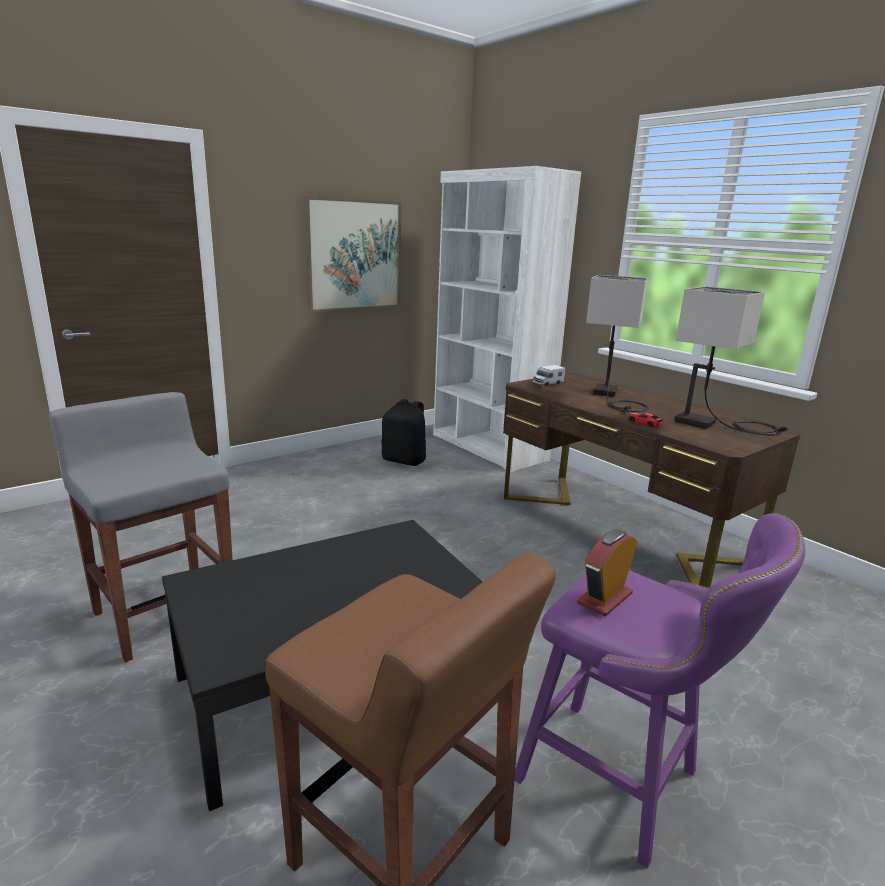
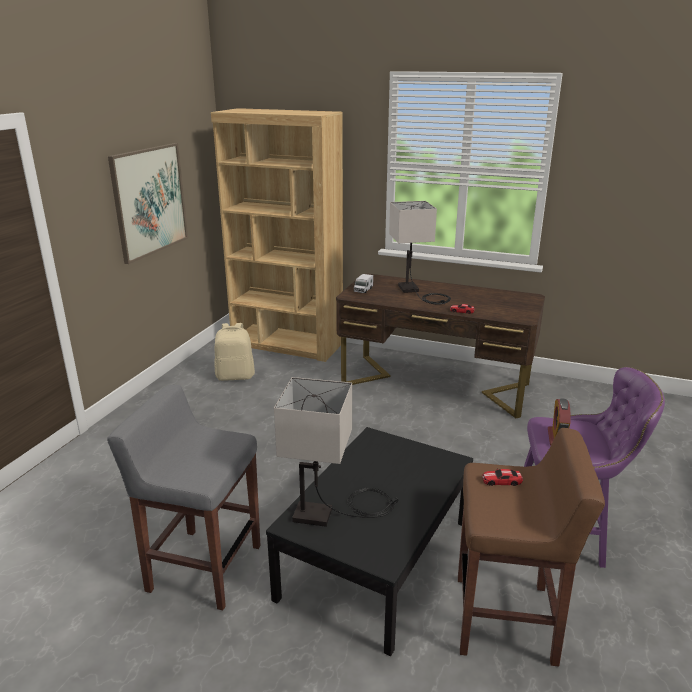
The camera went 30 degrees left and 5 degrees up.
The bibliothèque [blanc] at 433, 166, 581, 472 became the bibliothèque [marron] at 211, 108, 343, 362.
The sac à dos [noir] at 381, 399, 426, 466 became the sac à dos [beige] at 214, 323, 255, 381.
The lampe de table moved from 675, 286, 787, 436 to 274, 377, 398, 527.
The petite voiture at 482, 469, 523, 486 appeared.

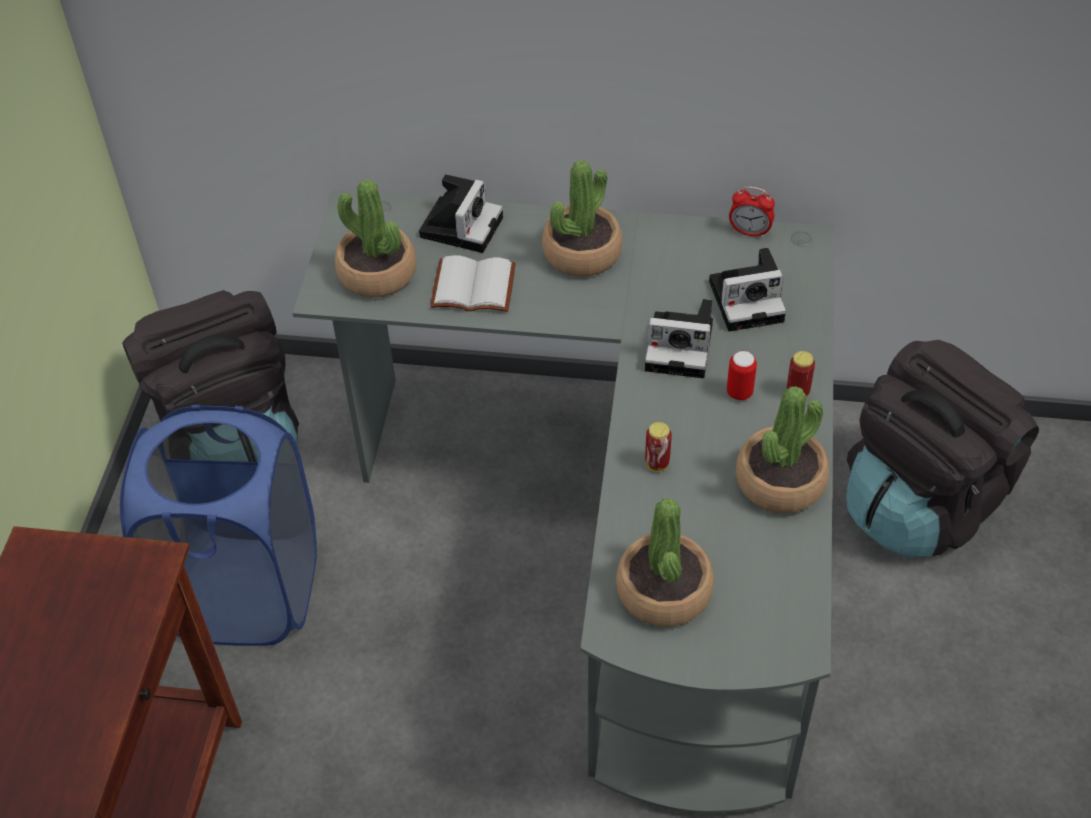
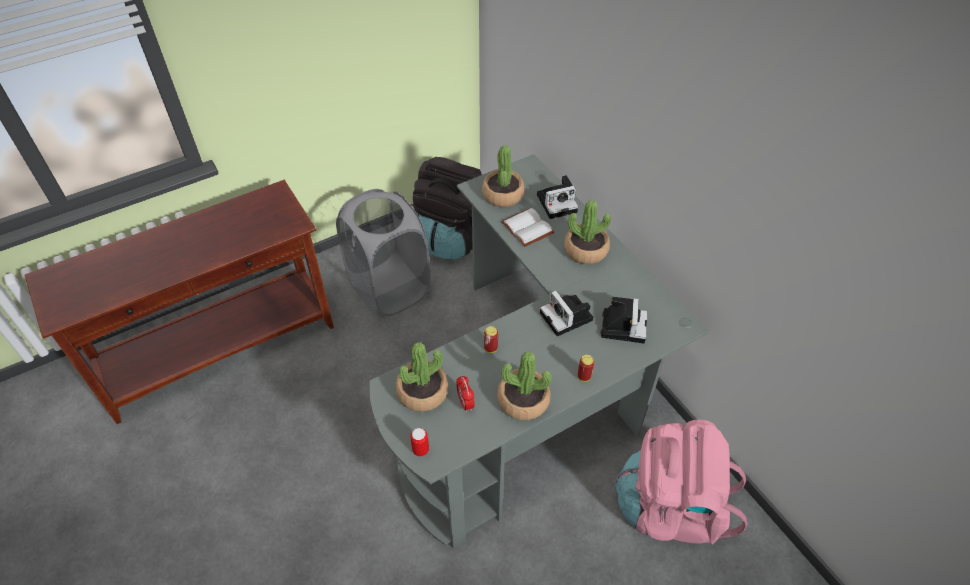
The camera went 50 degrees right and 0 degrees up.
The panier à linge [bleu] at 120, 405, 317, 646 became the panier à linge [gris] at 336, 189, 430, 316.
The boîte métallique moved from 727, 351, 757, 400 to 410, 428, 429, 456.
The réveil moved from 729, 186, 775, 238 to 456, 376, 475, 412.
The appareil photo at 709, 248, 786, 332 turned 120 degrees counterclockwise.
The sac à dos [noir] at 846, 340, 1039, 557 became the sac à dos [rose] at 615, 420, 748, 545.

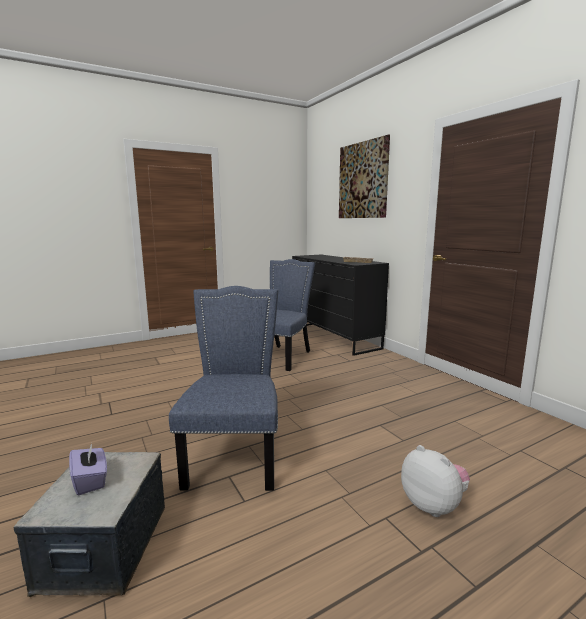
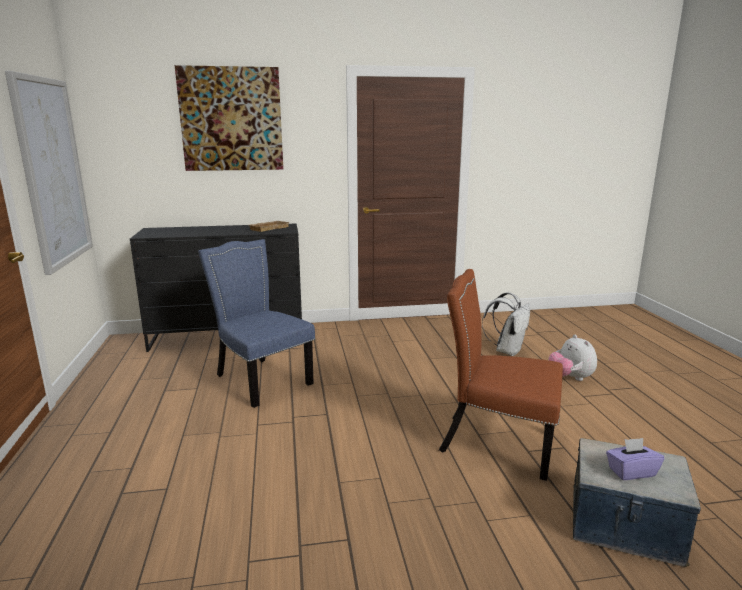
The camera went 70 degrees left and 5 degrees up.
The tableau at 5, 71, 93, 275 appeared.
The chaise [bleu] at 169, 286, 279, 491 became the chaise [marron] at 439, 269, 563, 481.
The sac à dos [blanc] at 482, 292, 530, 356 appeared.
The peluche at 401, 445, 470, 517 turned 90 degrees counterclockwise.

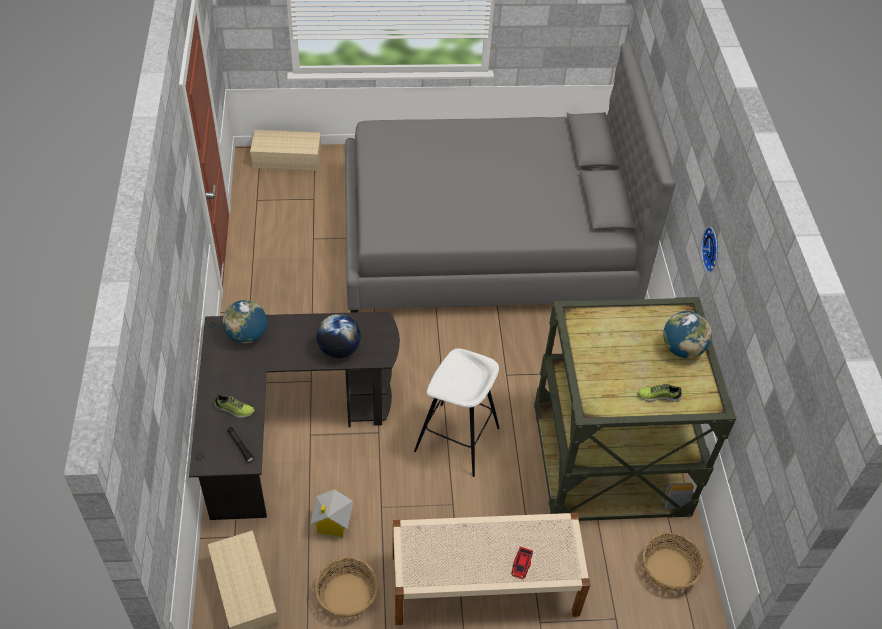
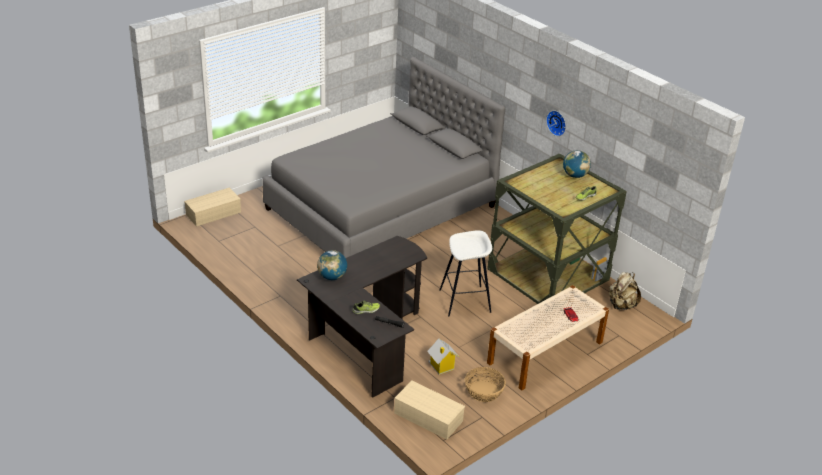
The camera went 35 degrees left and 15 degrees down.
The panier at 643, 533, 704, 591 was replaced by the sac à dos [beige] at 609, 272, 641, 310.
The globe at 316, 314, 361, 358 disappeared.

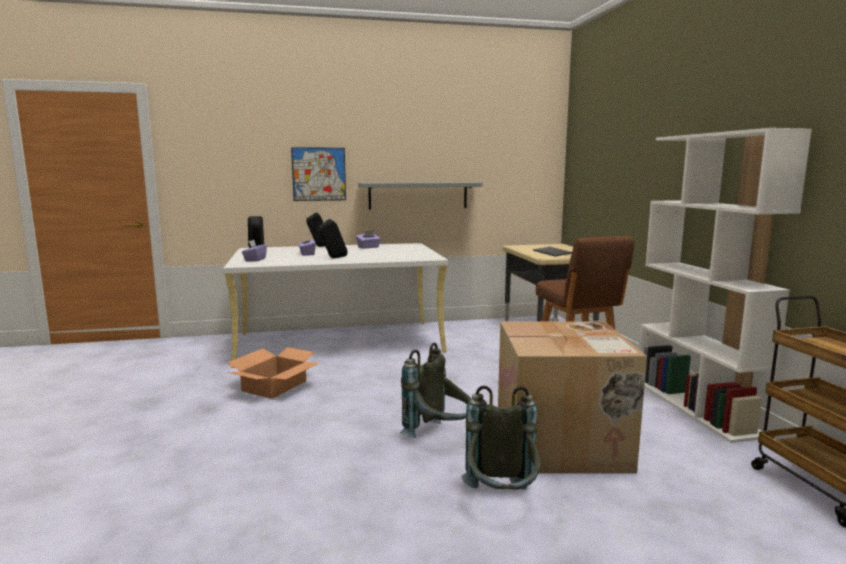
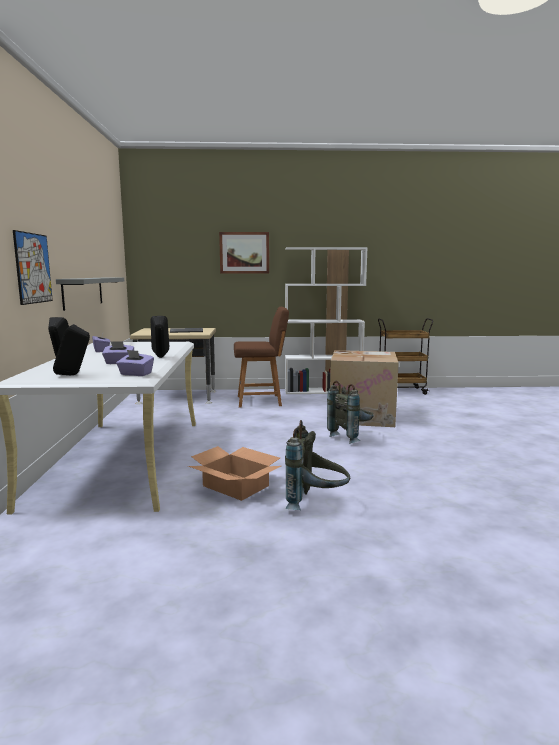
The camera went 80 degrees left and 0 degrees up.
The tableau at 219, 232, 269, 274 appeared.
The sac à dos [gris] moved from 461, 385, 540, 490 to 285, 420, 350, 510.

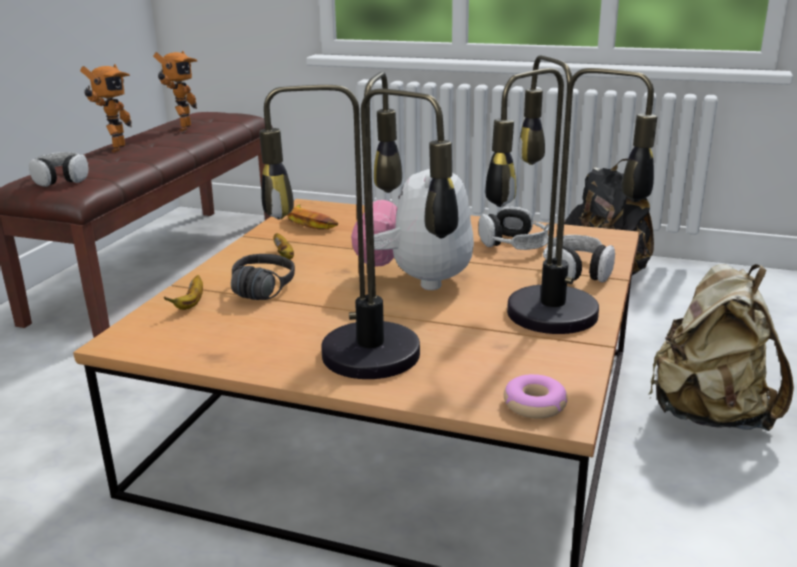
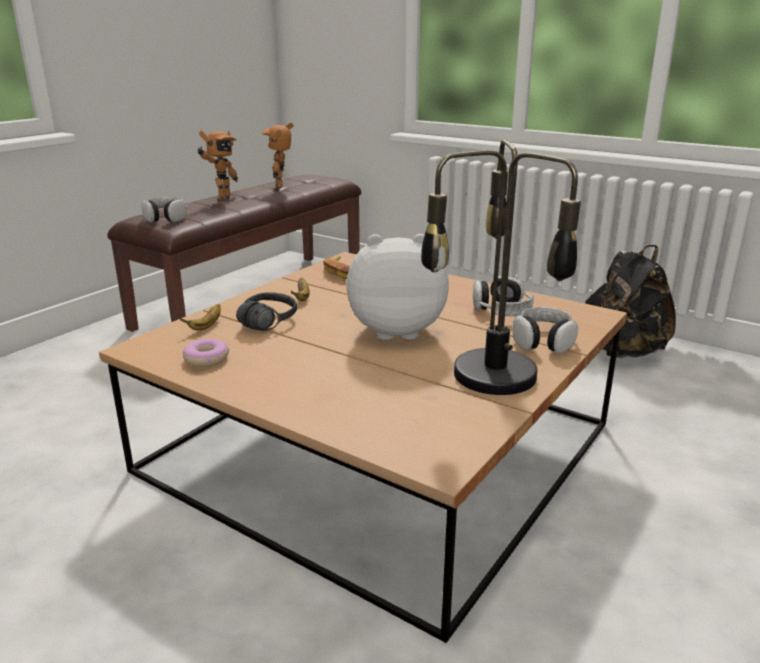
The camera went 15 degrees right and 0 degrees up.
The beignet moved from 504, 374, 568, 419 to 183, 339, 229, 367.
The robot jouet at 153, 51, 197, 131 turned 150 degrees clockwise.
The peluche at 351, 169, 474, 290 turned 60 degrees clockwise.
The lampe de table at 259, 72, 458, 379 disappeared.
The sac à dos [beige] at 648, 264, 794, 431 disappeared.

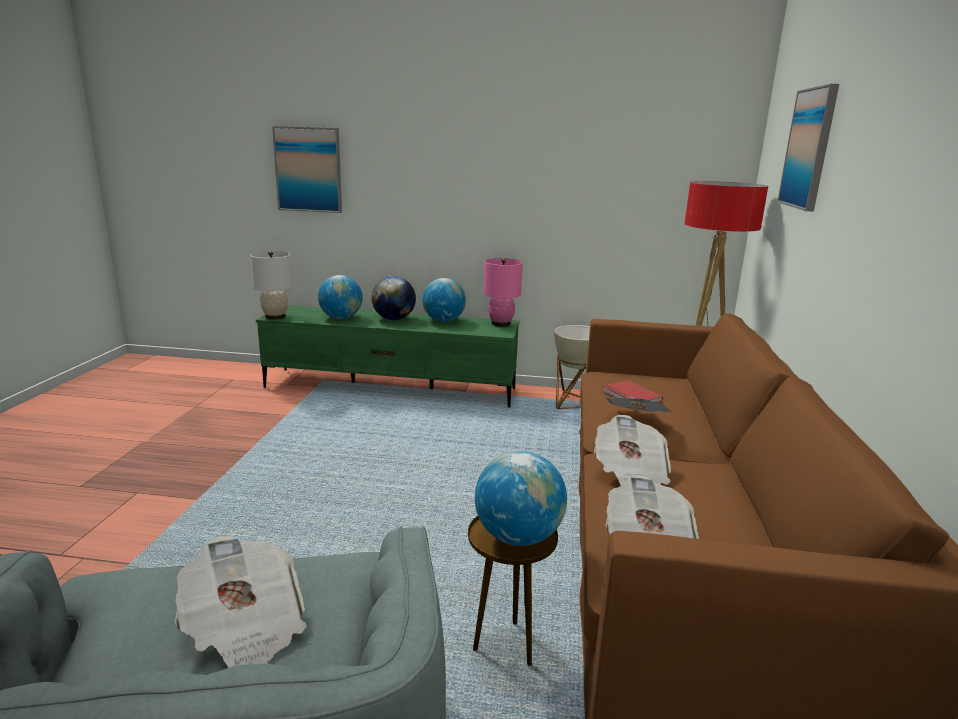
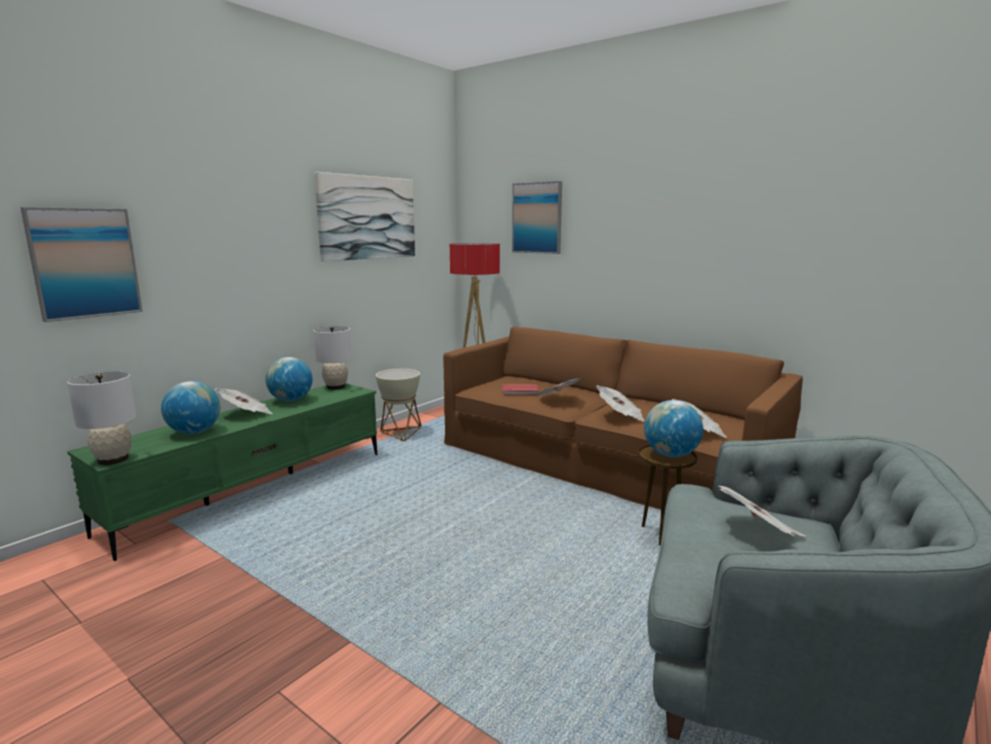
The camera went 60 degrees left and 5 degrees down.
The globe at 372, 276, 416, 320 was replaced by the journal at 215, 388, 273, 414.
The lampe de table [rose] at 484, 258, 523, 326 became the lampe de table [blanc] at 313, 326, 352, 390.
The tableau at 314, 172, 415, 261 appeared.

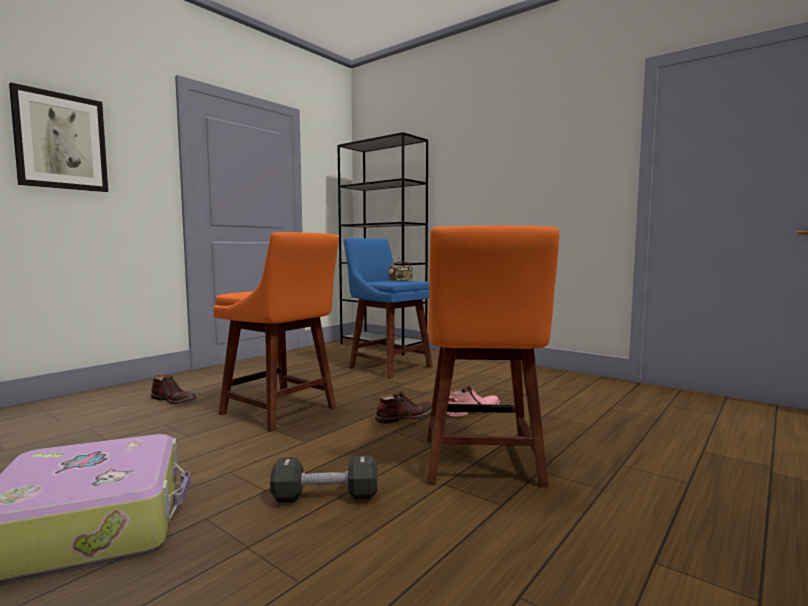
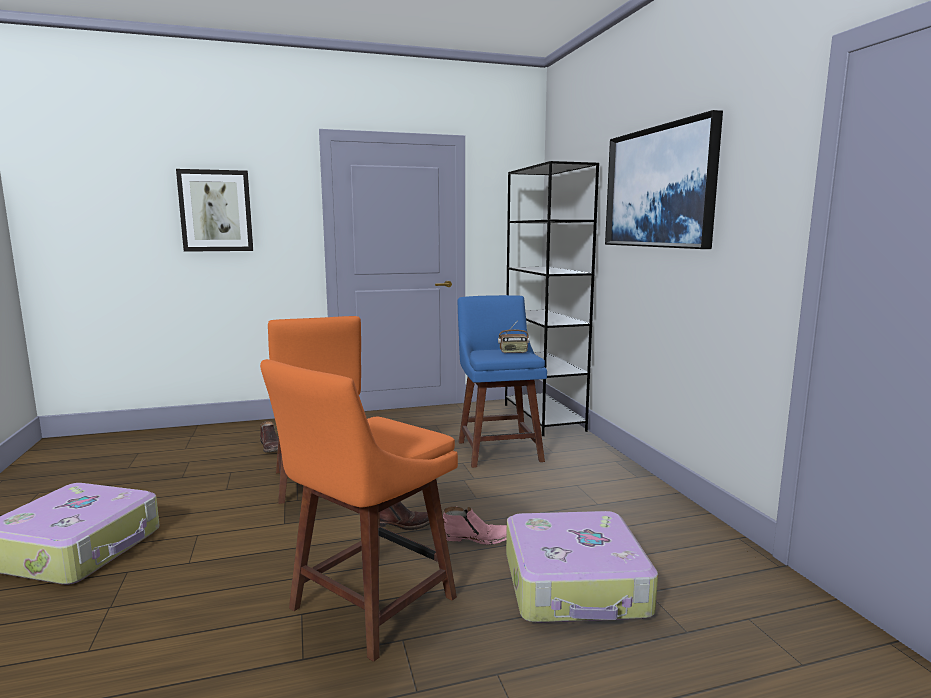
The camera went 35 degrees right and 5 degrees up.
The valise at 506, 511, 658, 623 appeared.
The tableau at 605, 110, 723, 249 appeared.
The haltère [noir] at 270, 455, 377, 503 disappeared.

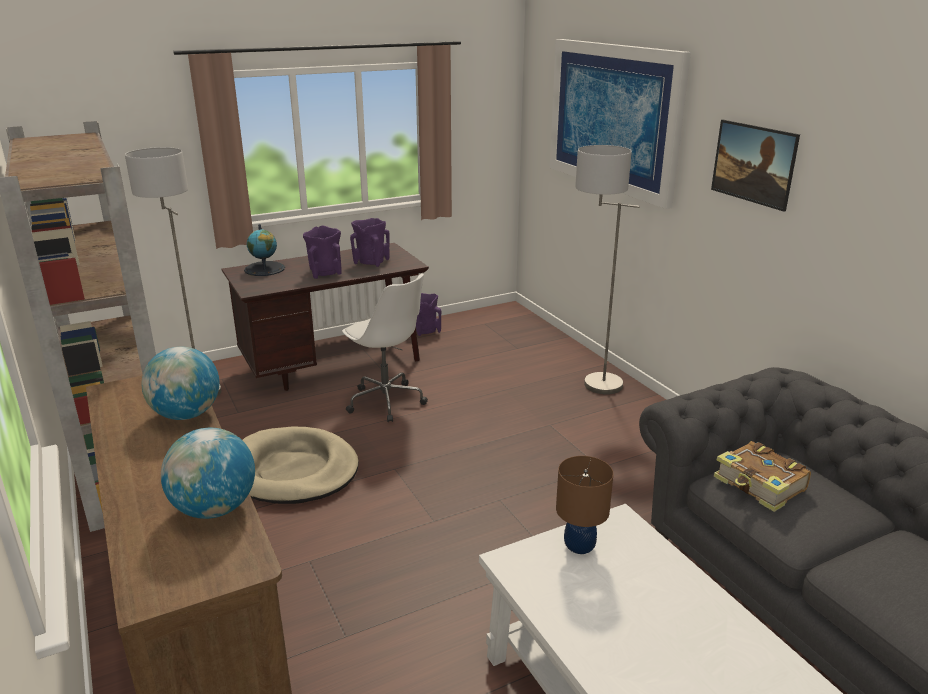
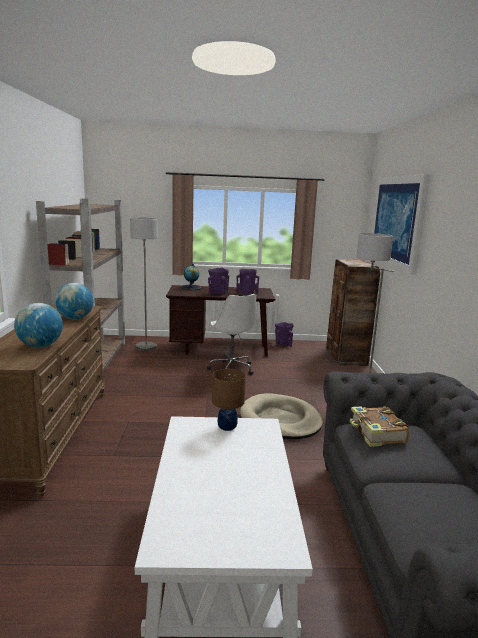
The camera went 25 degrees right and 10 degrees down.
The panier pour chien [beige] moved from 242, 426, 359, 504 to 240, 393, 323, 439.
The meuble de rangement [marron] at 326, 259, 380, 366 appeared.
The tableau at 711, 120, 800, 211 disappeared.

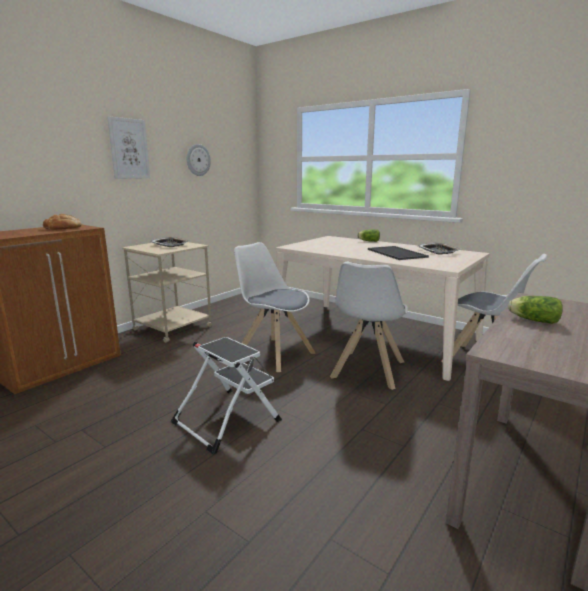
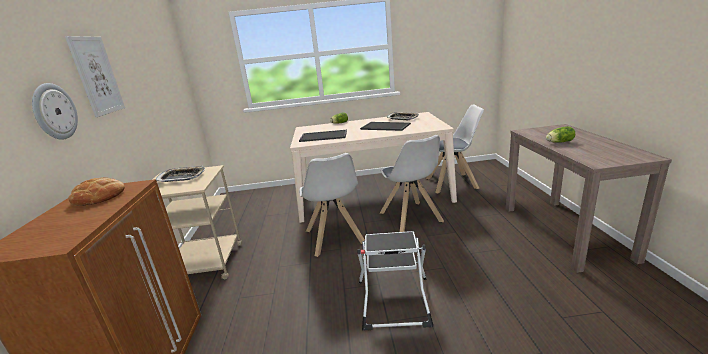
The camera went 40 degrees left and 5 degrees up.
The horloge murale moved from 187, 144, 211, 176 to 32, 83, 78, 140.
The plateau at 299, 130, 347, 142 appeared.
The chaise at 234, 242, 316, 372 turned 105 degrees counterclockwise.

